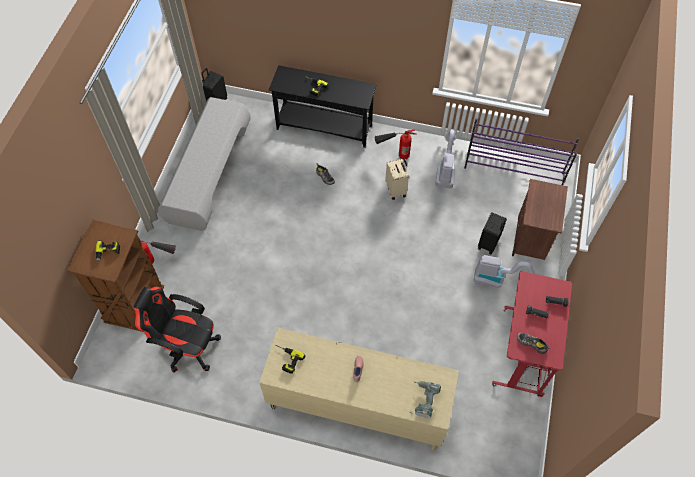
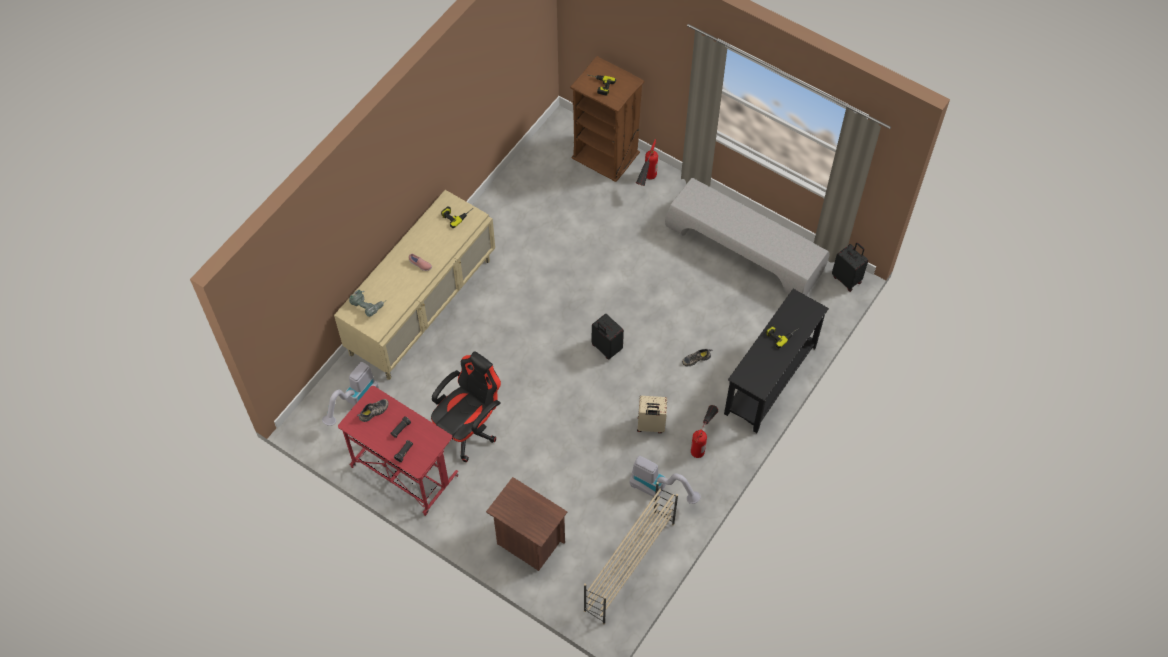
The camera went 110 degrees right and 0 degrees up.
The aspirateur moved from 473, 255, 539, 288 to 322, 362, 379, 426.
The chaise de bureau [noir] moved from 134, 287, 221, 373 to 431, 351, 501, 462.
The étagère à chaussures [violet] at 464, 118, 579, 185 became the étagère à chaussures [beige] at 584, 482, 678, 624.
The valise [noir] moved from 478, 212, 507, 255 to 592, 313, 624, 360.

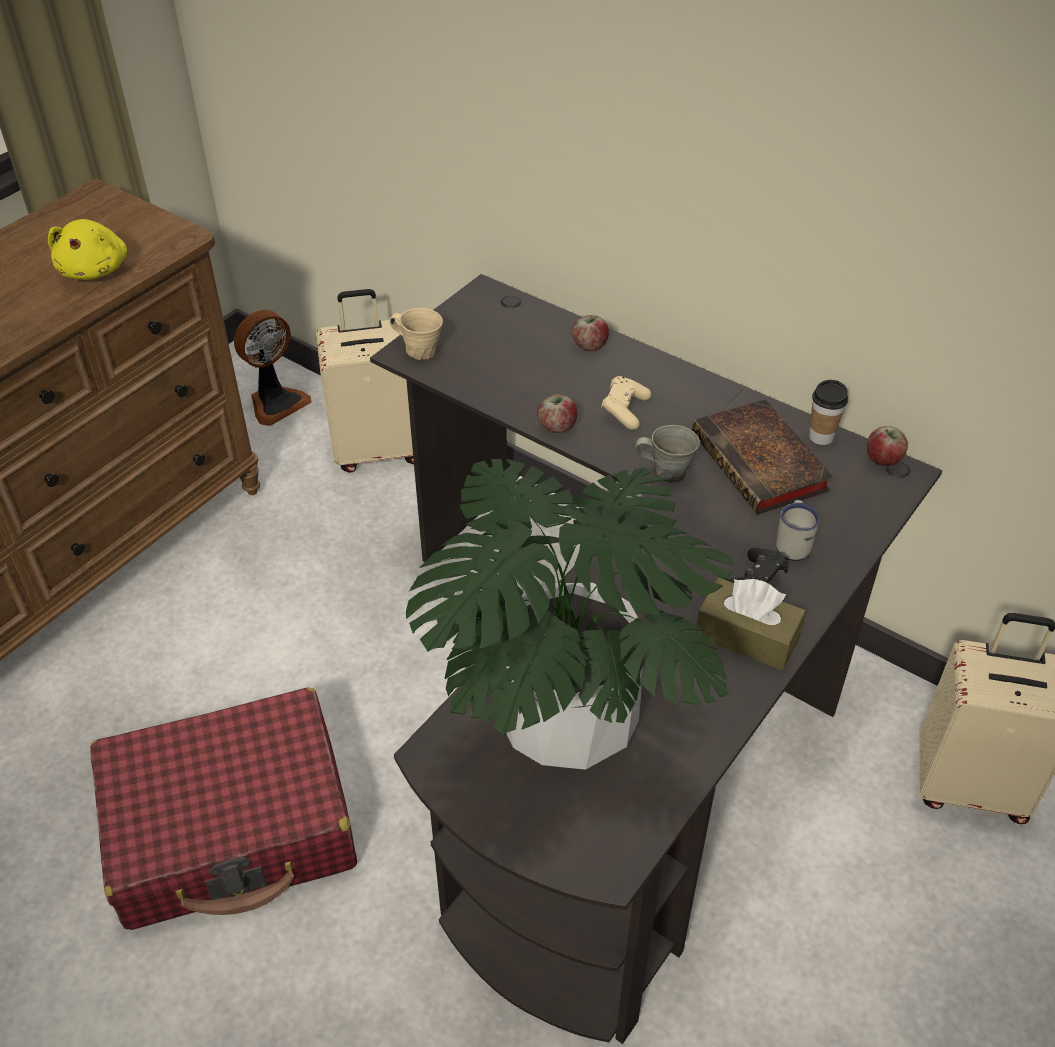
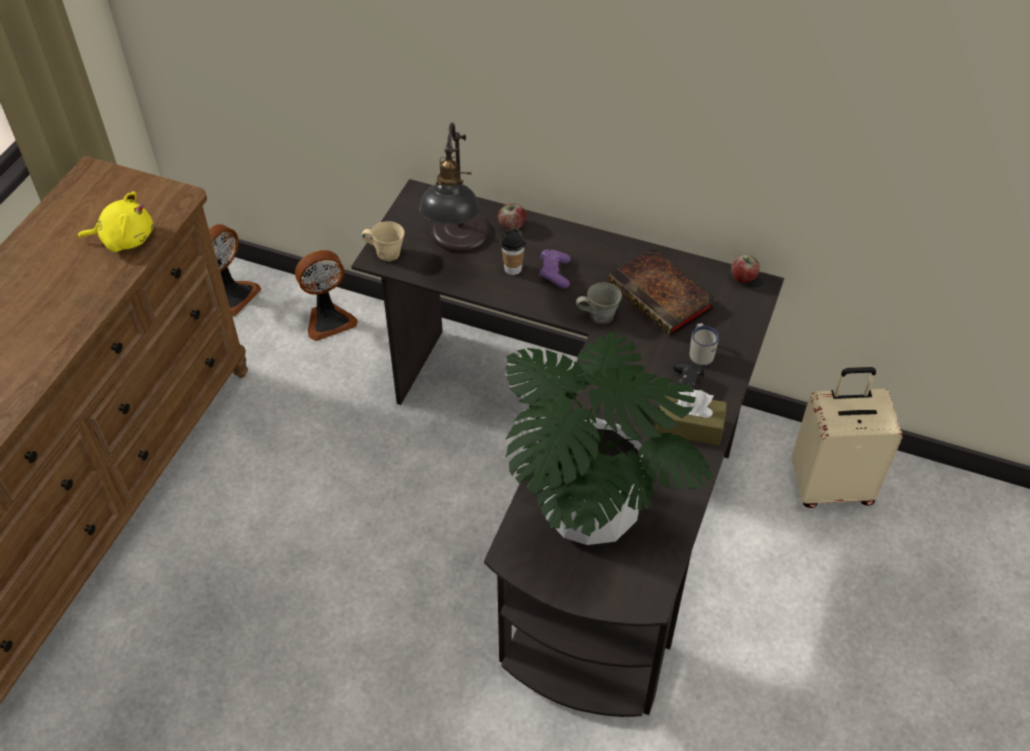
The camera went 15 degrees left and 5 degrees up.
The peluche [jaune] at 48, 219, 127, 280 turned 75 degrees counterclockwise.
The valise [beige] at 316, 289, 414, 472 was replaced by the ventilateur at 295, 250, 358, 341.
The lampe de table [gris] at 419, 122, 490, 253 appeared.
The tasse moved from 809, 380, 848, 445 to 501, 229, 526, 275.
The manette [beige] at 601, 376, 651, 430 became the manette [violet] at 539, 249, 571, 288.
The valise [rouge] at 90, 688, 357, 930 disappeared.
The pomme at 537, 394, 577, 433 disappeared.

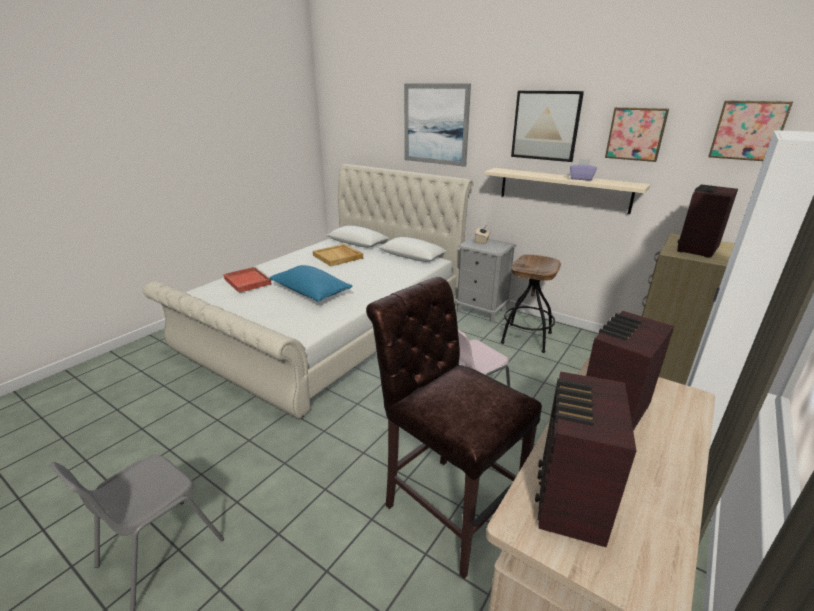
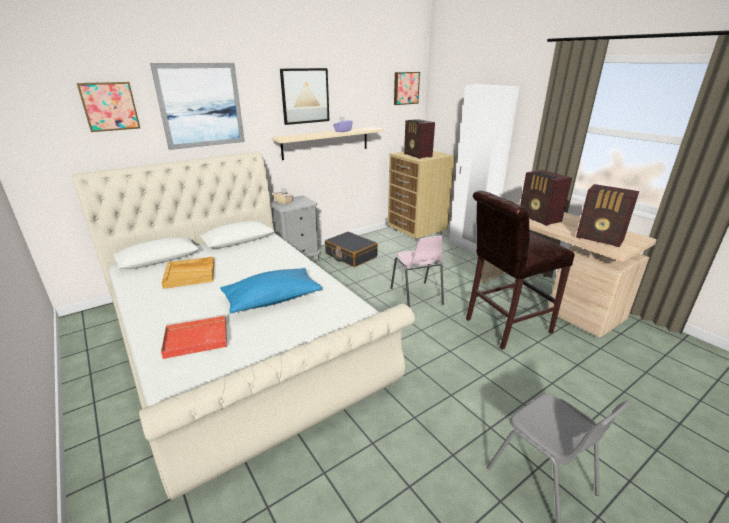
The camera went 70 degrees left and 0 degrees up.
The tableau moved from 605, 107, 669, 162 to 77, 82, 140, 132.
The tabouret [marron] at 501, 255, 561, 353 was replaced by the valise [noir] at 325, 232, 378, 267.

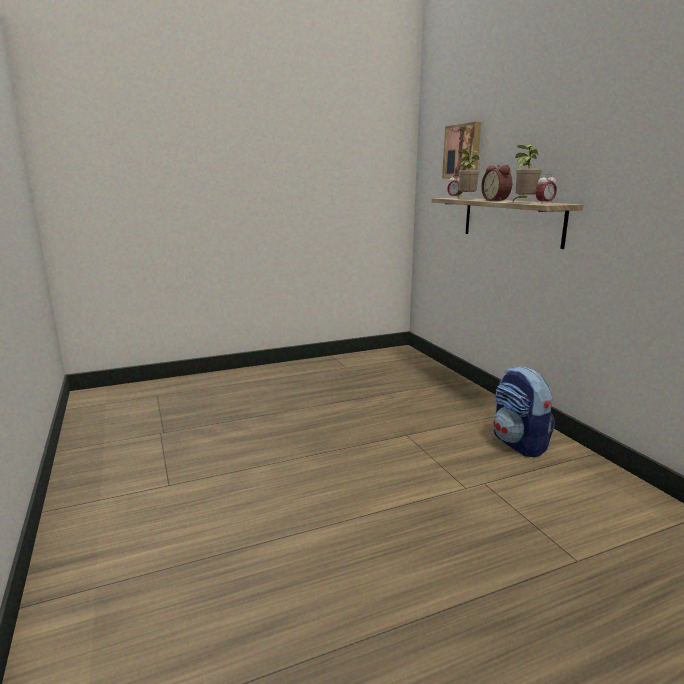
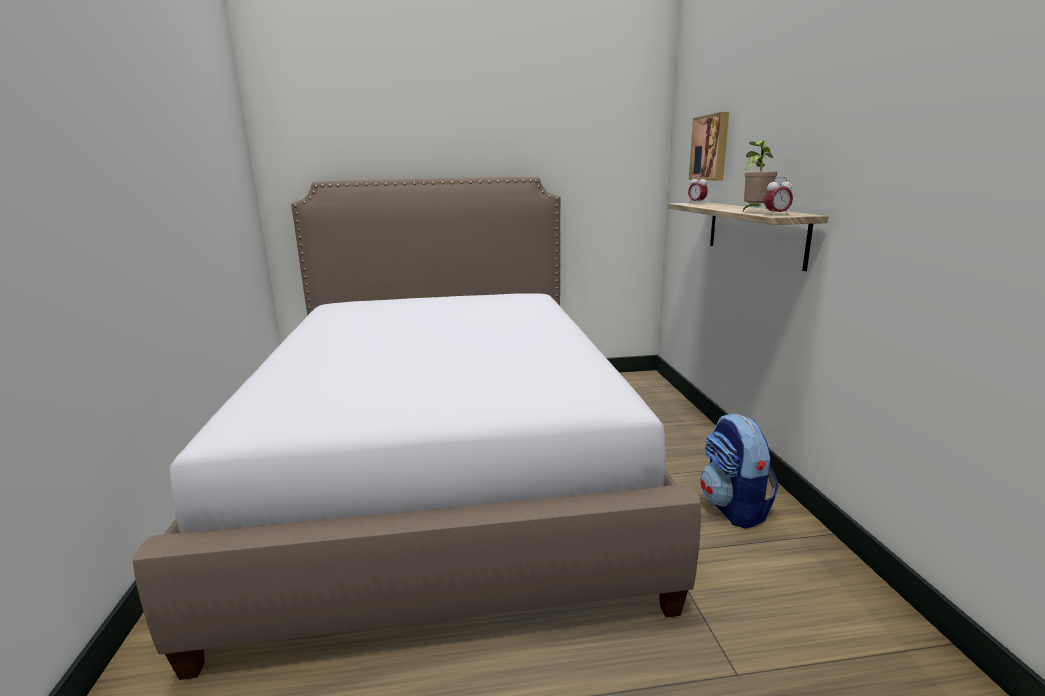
The camera went 15 degrees right and 0 degrees up.
The lit at 133, 177, 701, 680 appeared.
The plante en pot at 458, 150, 480, 197 disappeared.
The réveil at 481, 165, 512, 201 disappeared.

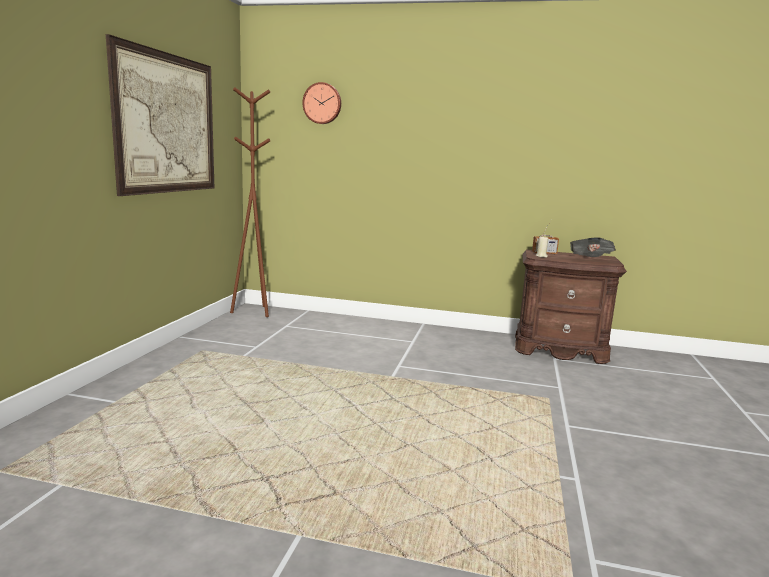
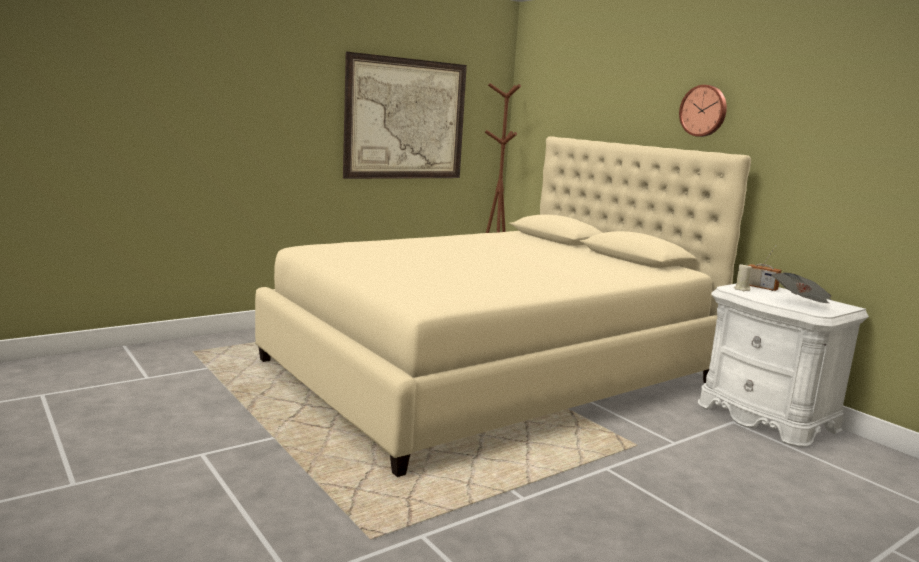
The camera went 40 degrees right and 0 degrees up.
The lit [beige] at 255, 136, 751, 477 appeared.
The horloge murale moved from 302, 82, 341, 124 to 679, 85, 727, 137.
The table de chevet [marron] at 515, 249, 627, 364 became the table de chevet [blanc] at 698, 284, 869, 447.

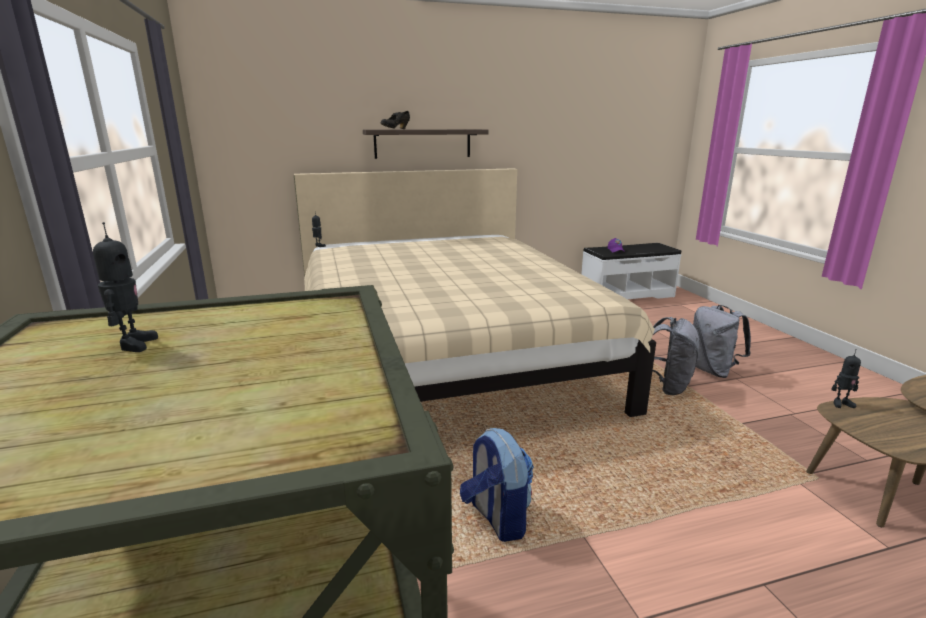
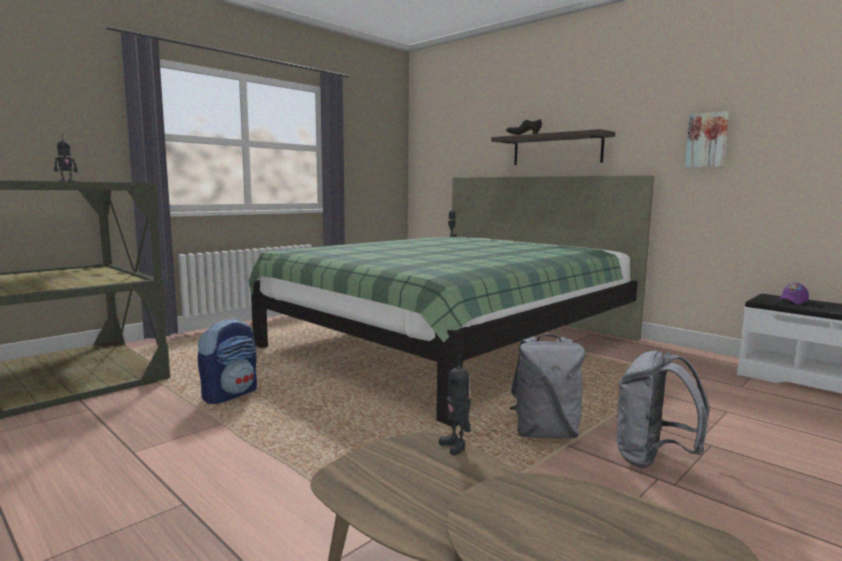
The camera went 60 degrees right and 10 degrees down.
The lit [beige] at 294, 168, 656, 417 became the lit [vert] at 249, 175, 654, 427.
The tableau at 685, 111, 729, 168 appeared.

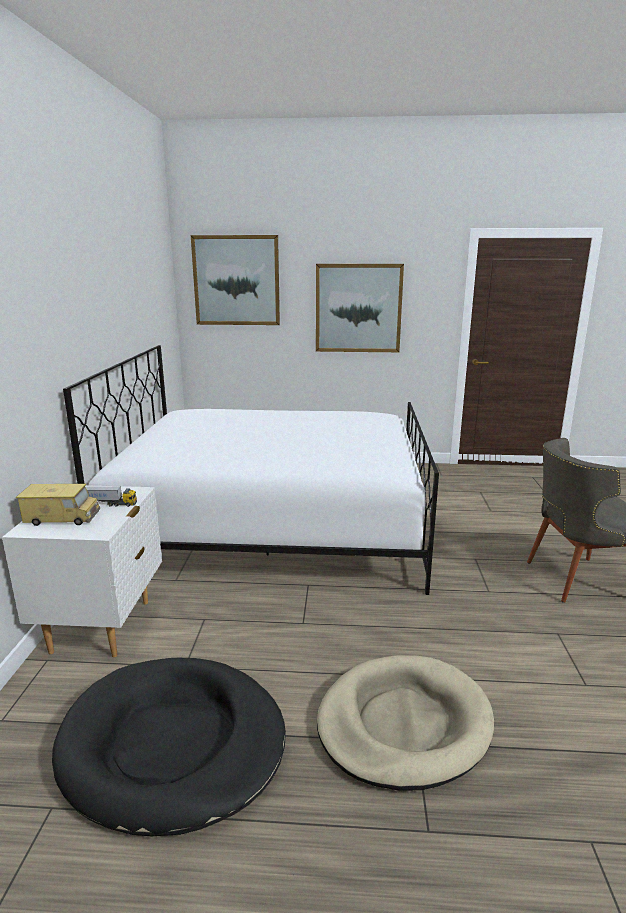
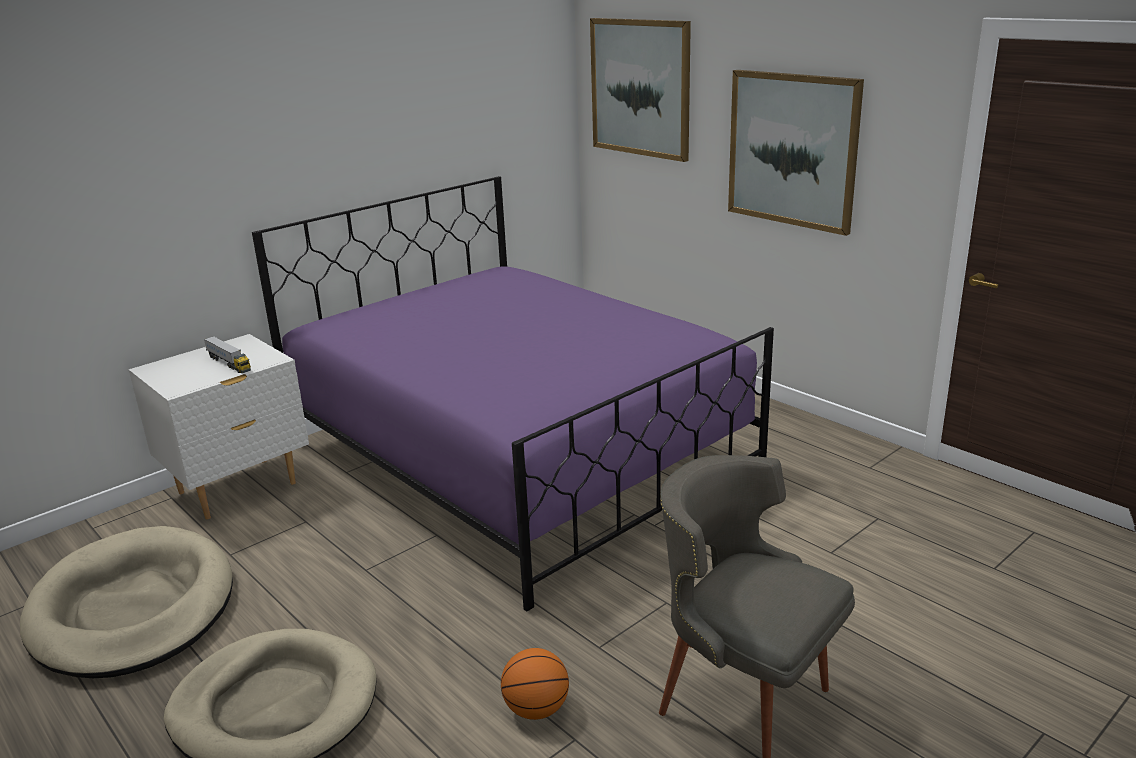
The camera went 45 degrees right and 5 degrees up.
The panier pour chien [noir] at 52, 658, 286, 837 became the panier pour chien [beige] at 20, 526, 233, 678.
The lit [blanc] at 63, 345, 439, 595 became the lit [violet] at 252, 176, 774, 612.
The ballon de basket at 501, 648, 569, 720 appeared.
The camion jouet at 16, 484, 100, 526 disappeared.

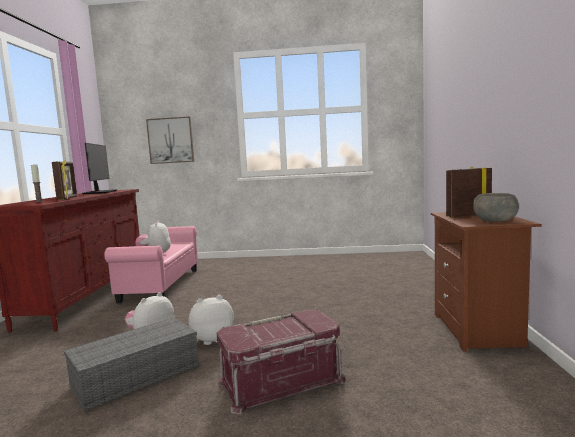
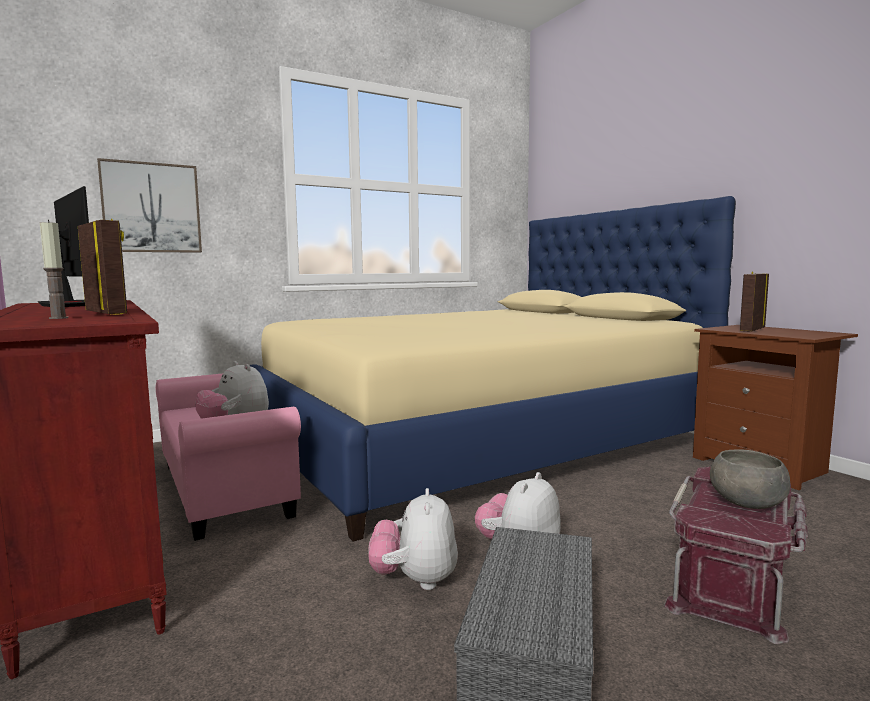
The camera went 35 degrees left and 0 degrees up.
The lit [beige] at 250, 196, 736, 541 appeared.
The bol [gris] moved from 473, 193, 519, 222 to 710, 449, 790, 509.

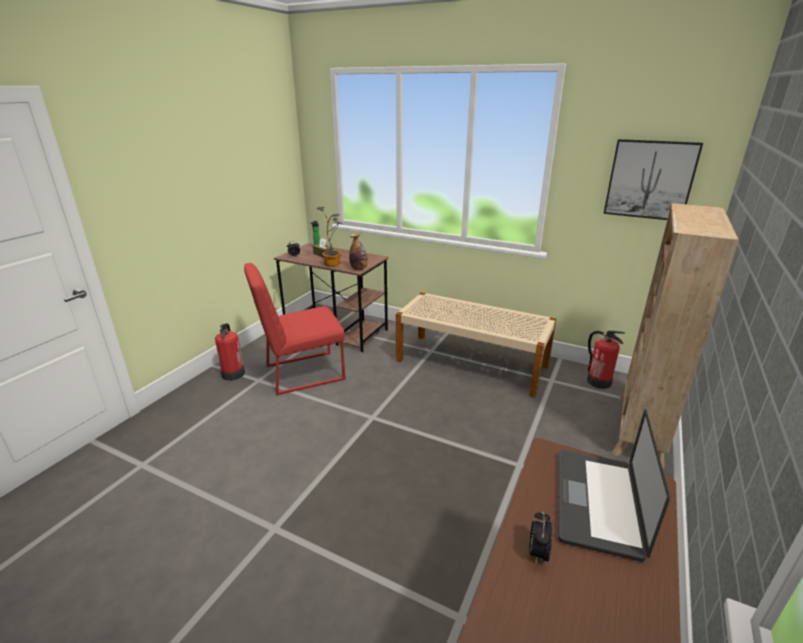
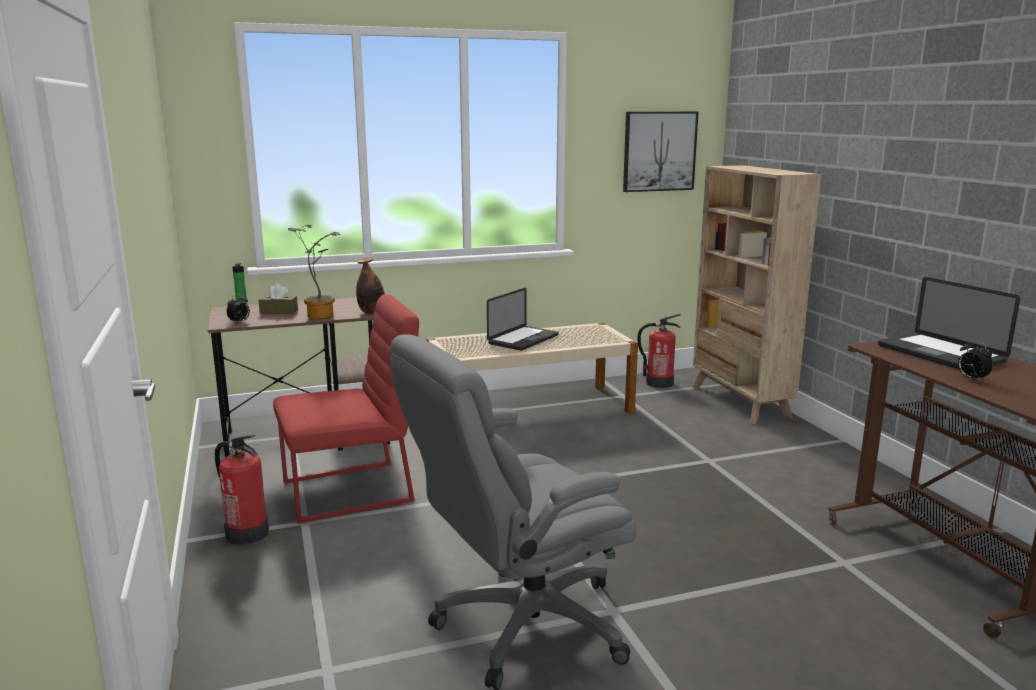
The camera went 45 degrees left and 10 degrees down.
The chaise [rouge] at 244, 263, 345, 395 turned 135 degrees counterclockwise.
The chaise de bureau [gris] at 391, 334, 637, 690 appeared.
The ordinateur portable at 487, 288, 559, 351 appeared.

